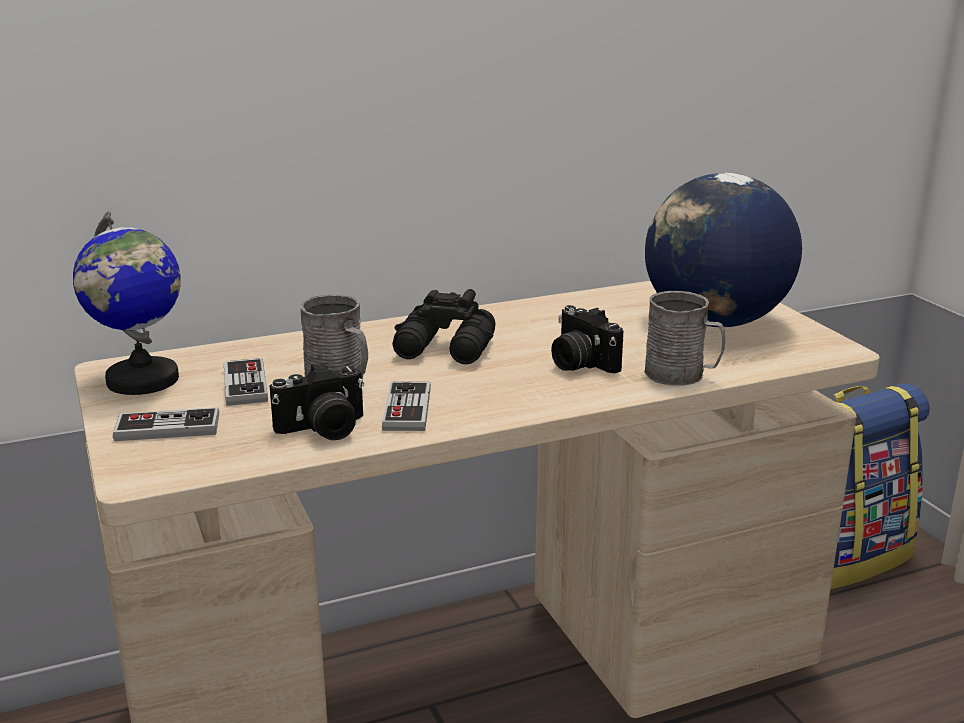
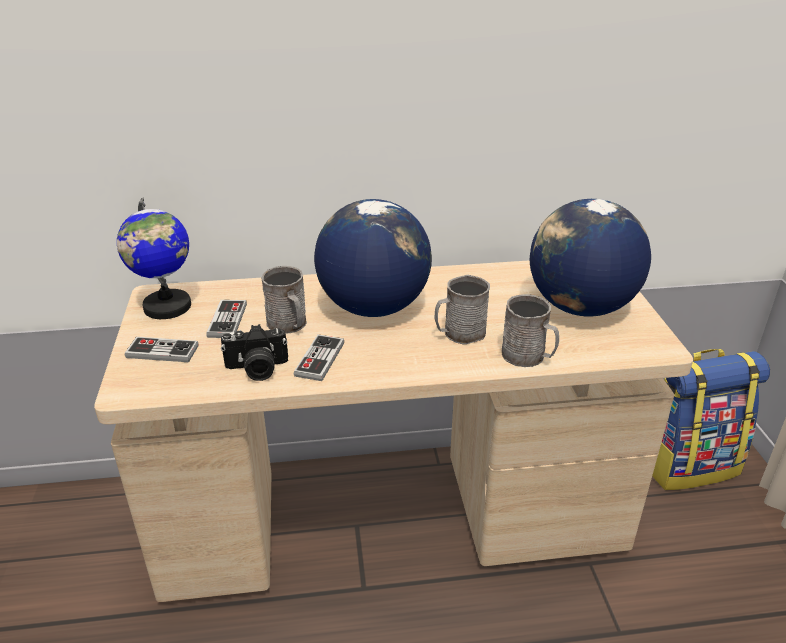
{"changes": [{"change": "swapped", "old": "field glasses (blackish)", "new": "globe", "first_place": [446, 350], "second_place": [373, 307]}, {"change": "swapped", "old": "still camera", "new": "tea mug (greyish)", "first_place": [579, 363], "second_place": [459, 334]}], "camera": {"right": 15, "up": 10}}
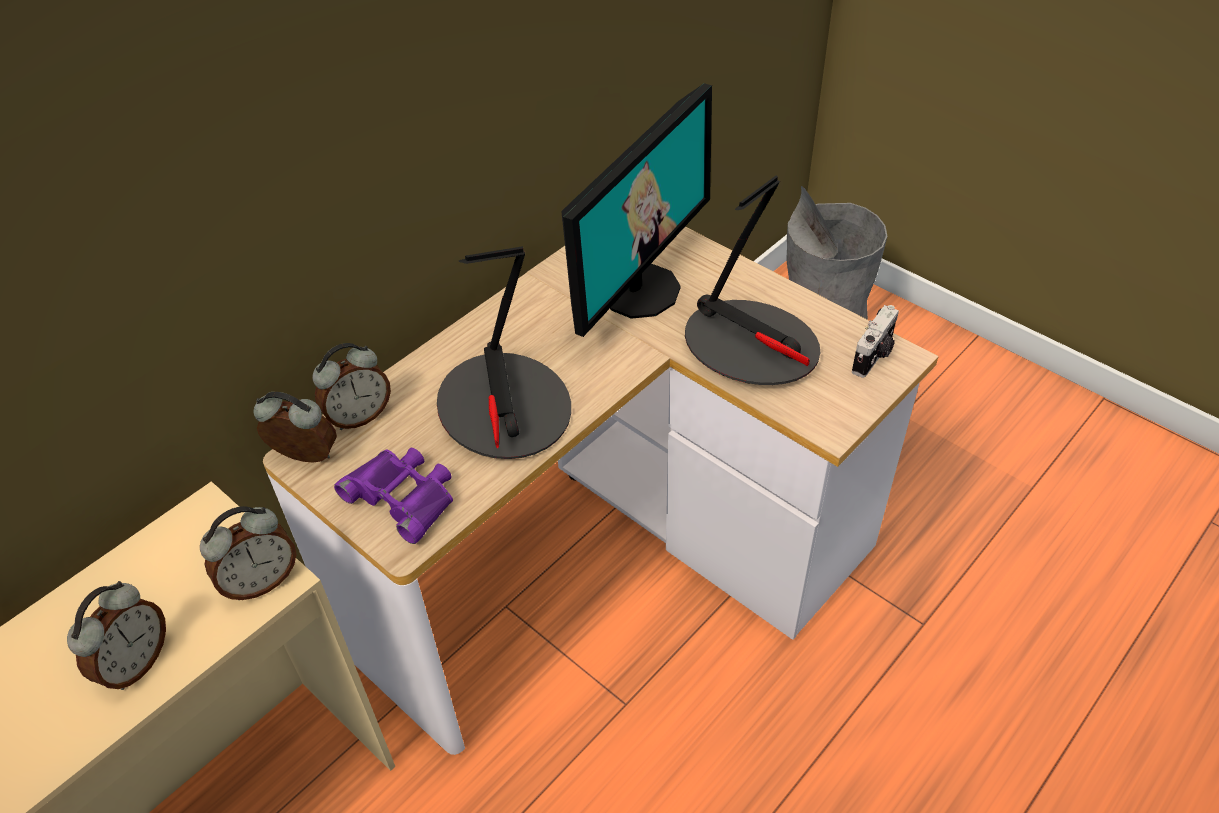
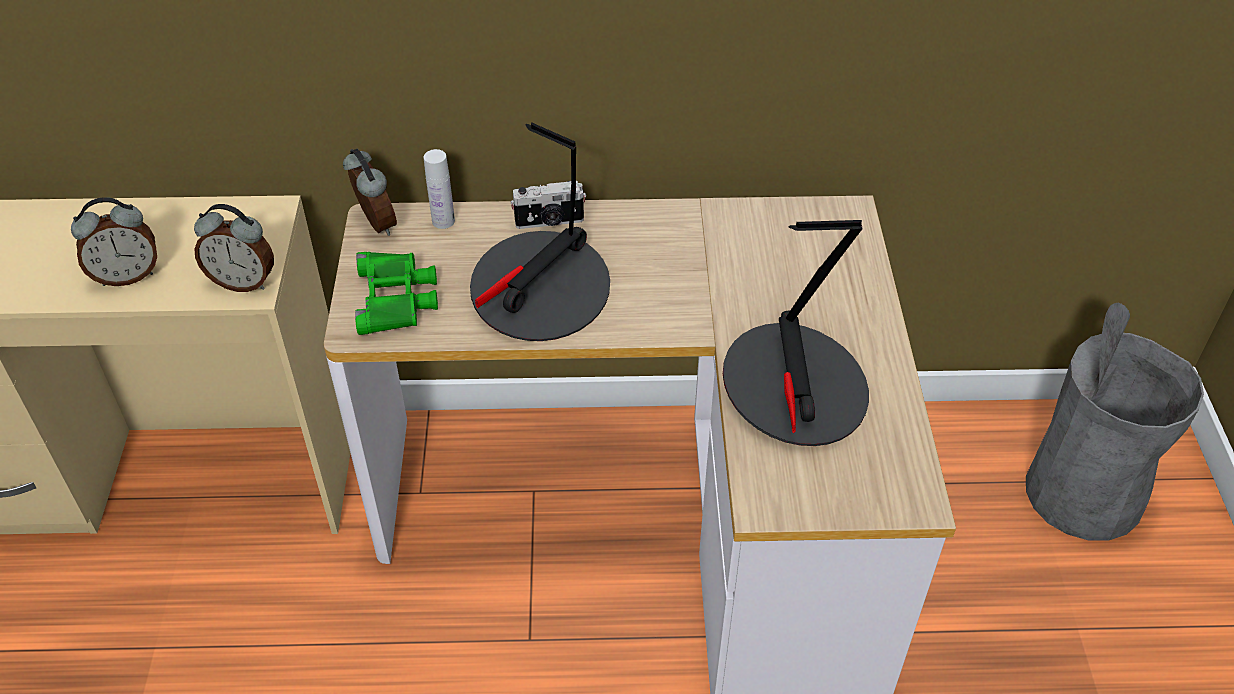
{"changes": [{"change": "repainted", "old": "field glasses (purple)", "new": "field glasses (green)", "first_place": [403, 496], "second_place": [396, 298]}, {"change": "swapped", "old": "alarm clock", "new": "beverage bottle (white-coloured)", "first_place": [359, 416], "second_place": [443, 221]}, {"change": "shifted", "old": "still camera", "first_place": [874, 356], "second_place": [549, 222]}, {"change": "gone", "old": "monitor", "first_place": [640, 290]}], "camera": {"right": 45, "up": 0}}
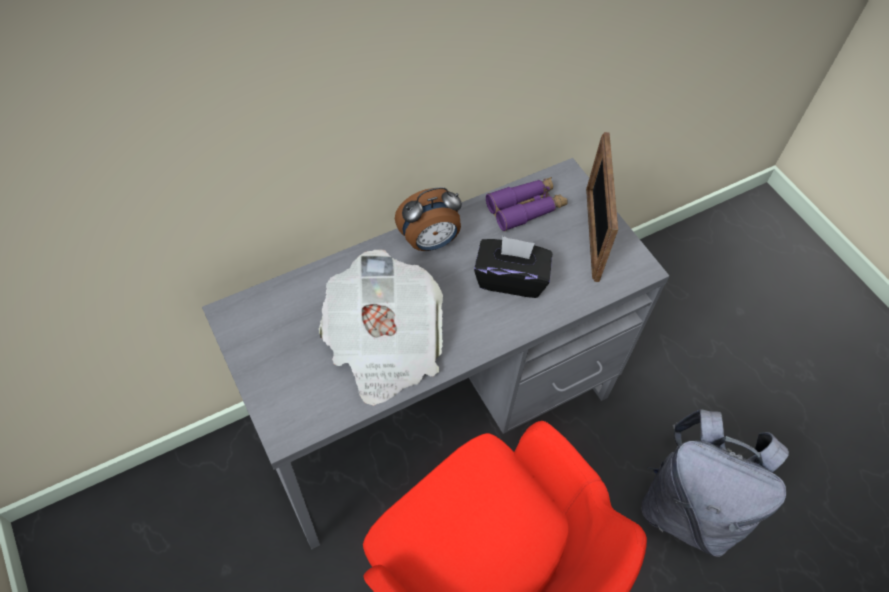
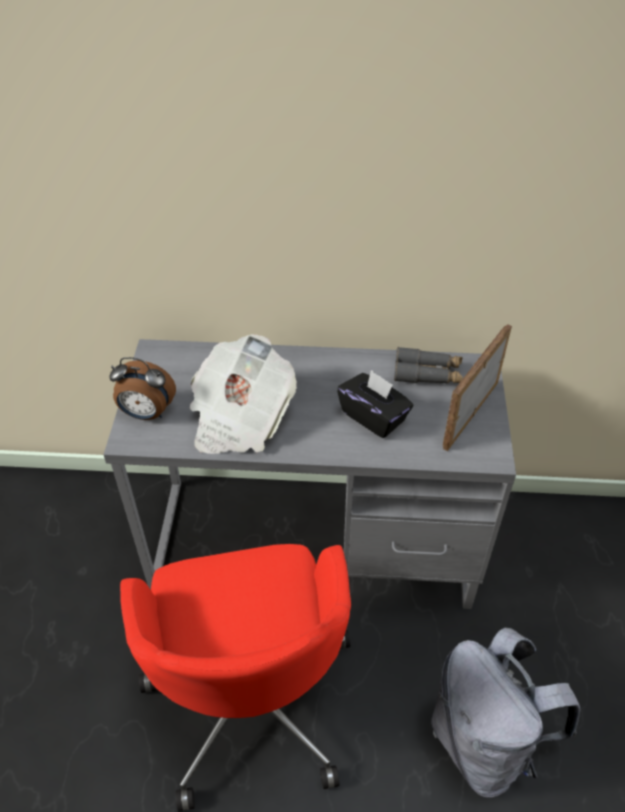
{"changes": [{"change": "shifted", "old": "alarm clock", "first_place": [430, 242], "second_place": [146, 413]}, {"change": "repainted", "old": "field glasses (purple)", "new": "field glasses (greyish)", "first_place": [526, 208], "second_place": [427, 373]}], "camera": {"right": 35, "up": -10}}
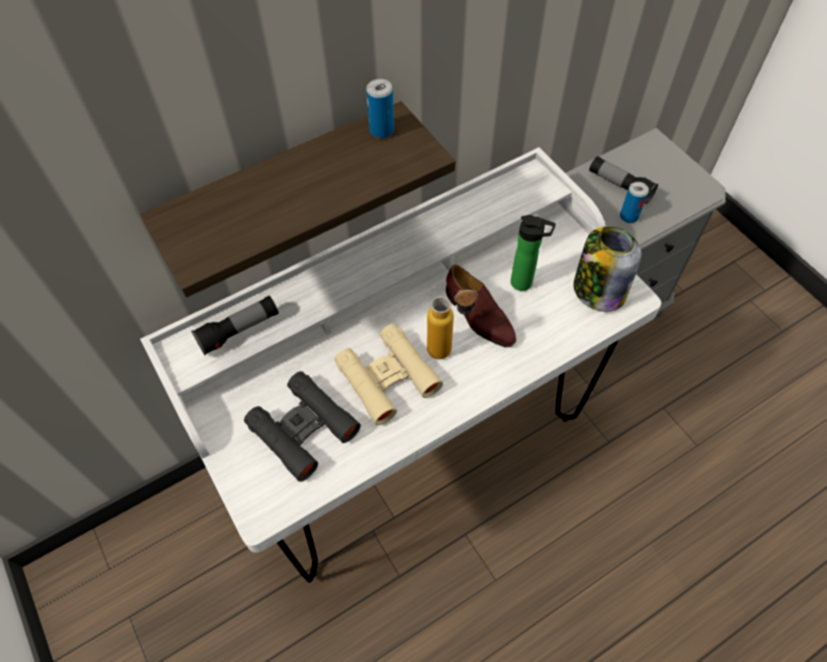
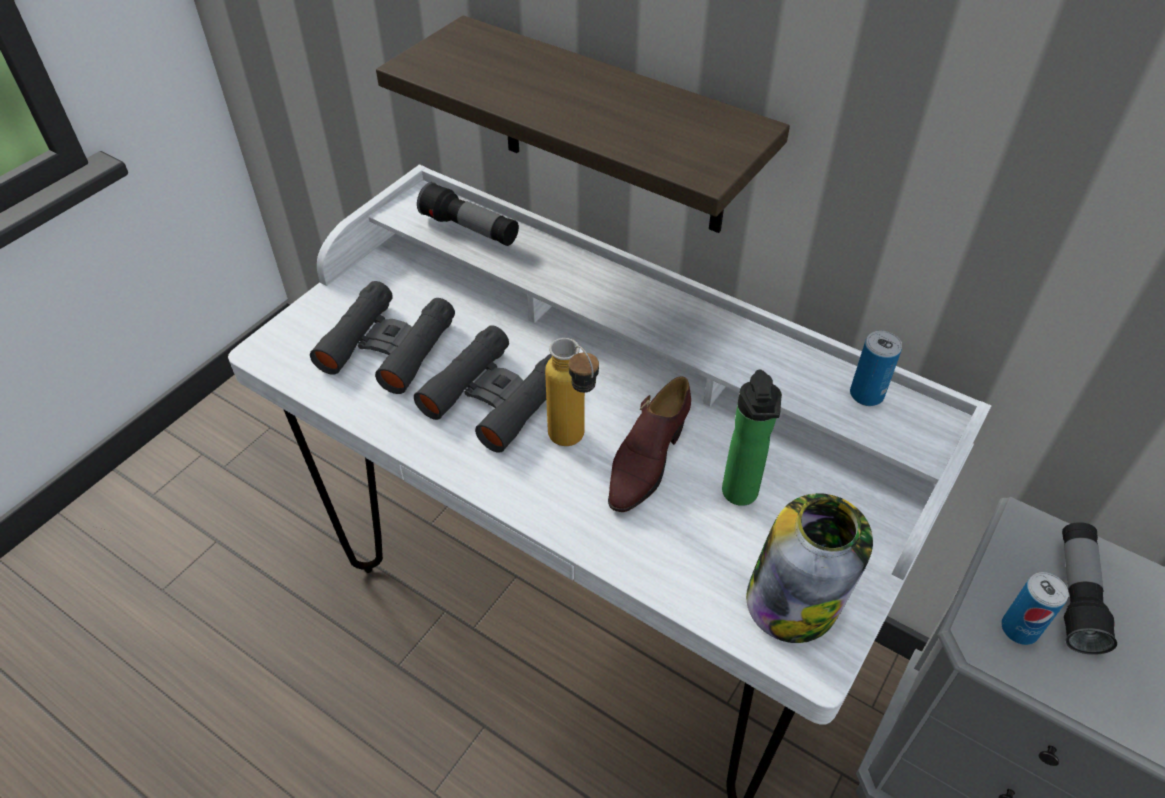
{"changes": [{"change": "repainted", "old": "field glasses (sand-coloured)", "new": "field glasses (blackish)", "first_place": [388, 378], "second_place": [495, 397]}, {"change": "shifted", "old": "can", "first_place": [382, 130], "second_place": [866, 394]}], "camera": {"right": 65, "up": -10}}
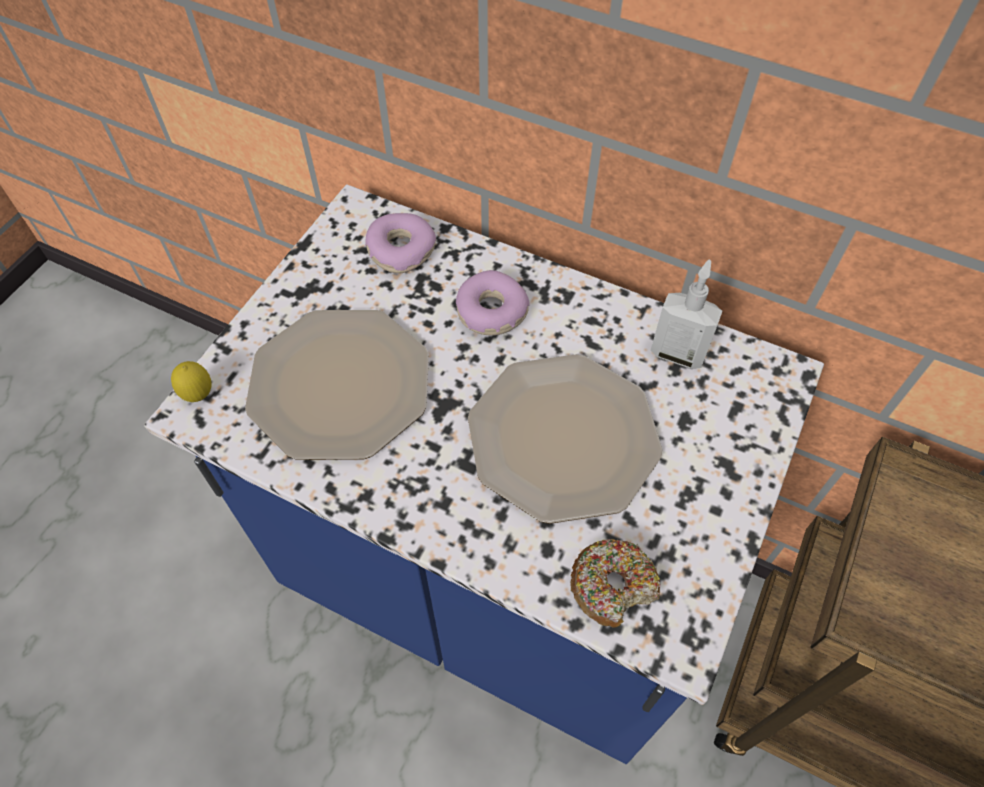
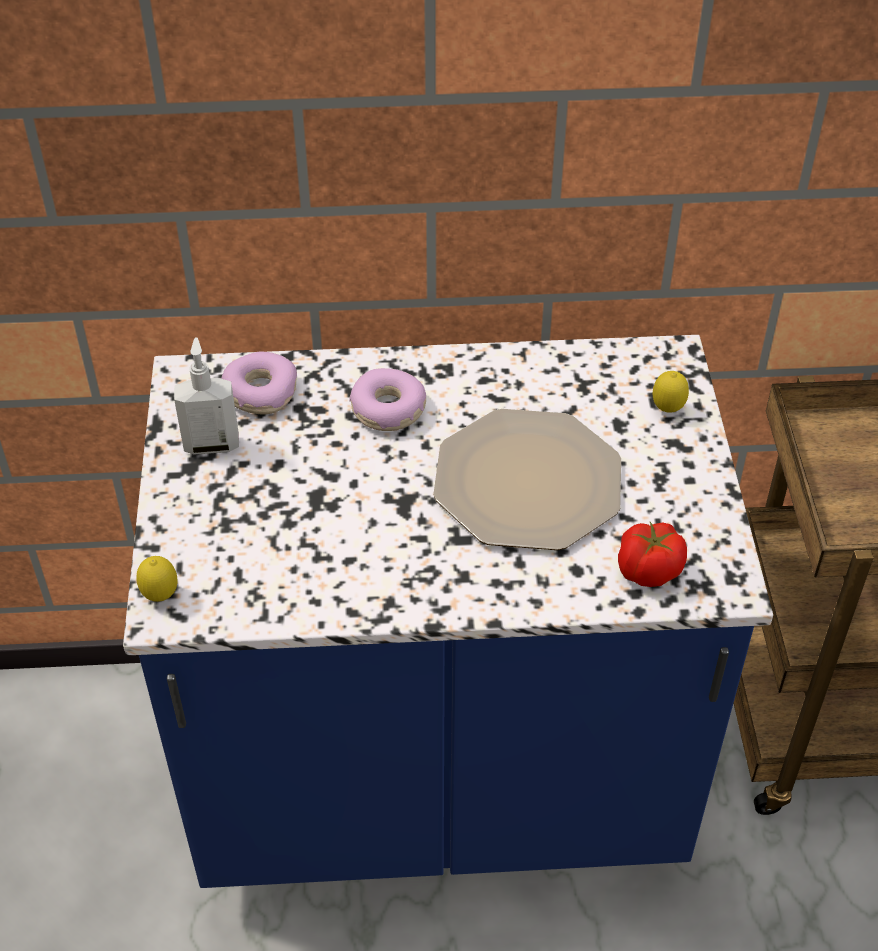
{"changes": [{"change": "shifted", "old": "soap dispenser", "first_place": [677, 353], "second_place": [212, 444]}, {"change": "swapped", "old": "ring doughnut", "new": "whole tomato", "first_place": [612, 586], "second_place": [648, 571]}, {"change": "new", "new": "citrus fruit", "second_place": [667, 410]}, {"change": "gone", "old": "dinner plate", "first_place": [340, 383]}], "camera": {"right": -30, "up": -10}}
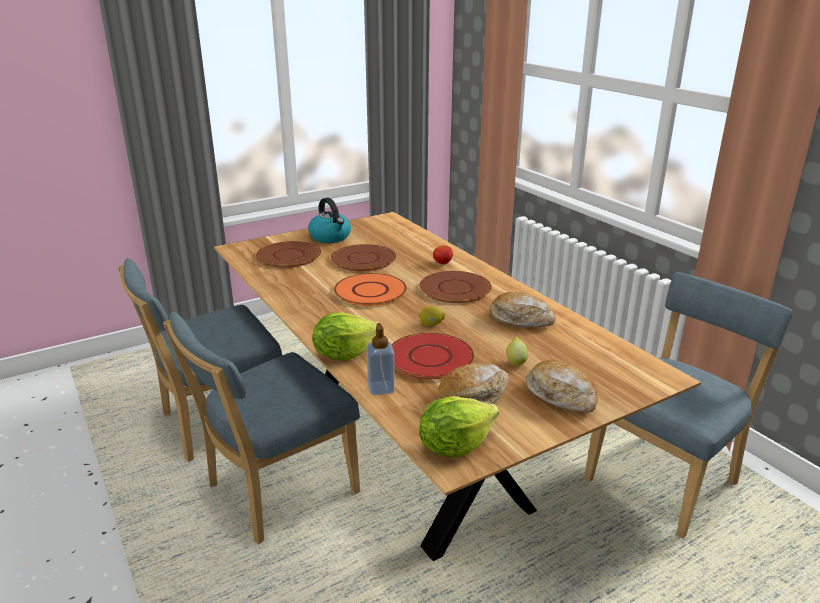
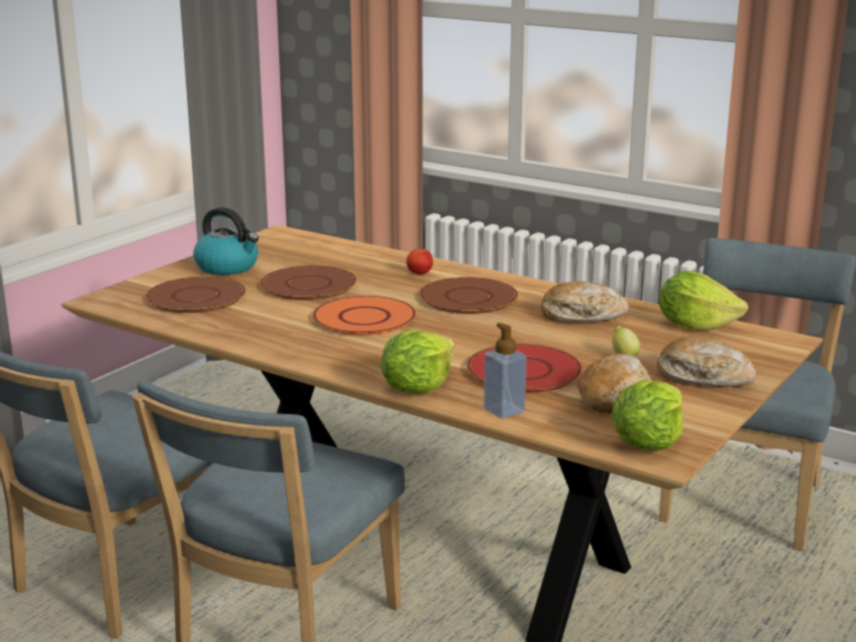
{"changes": [{"change": "new", "new": "lettuce head", "second_place": [695, 326]}, {"change": "gone", "old": "citrus fruit", "first_place": [431, 324]}], "camera": {"right": -25, "up": -5}}
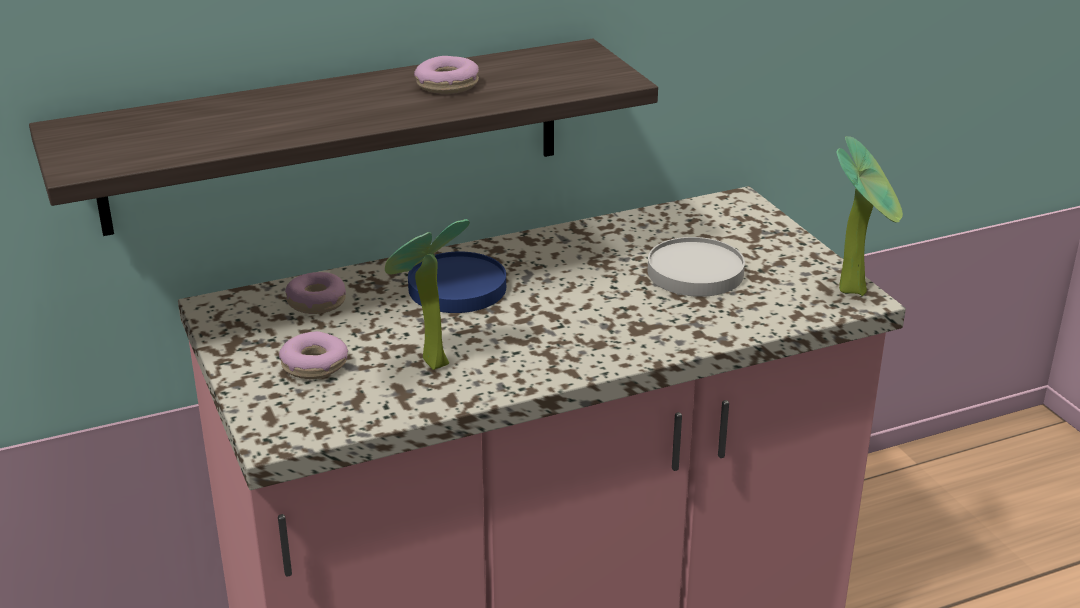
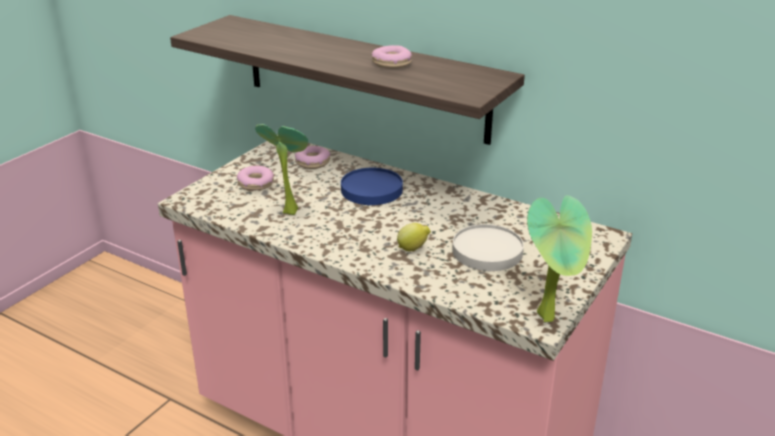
{"changes": [{"change": "new", "new": "citrus fruit", "second_place": [413, 249]}], "camera": {"right": 55, "up": 0}}
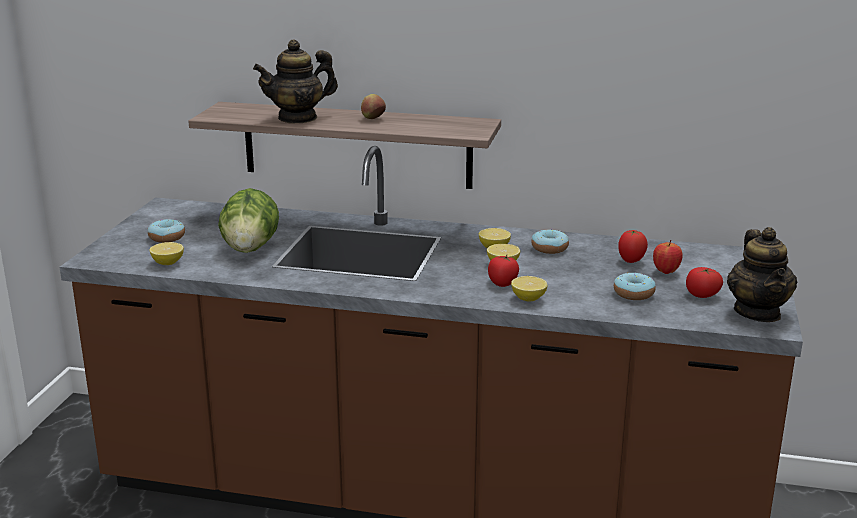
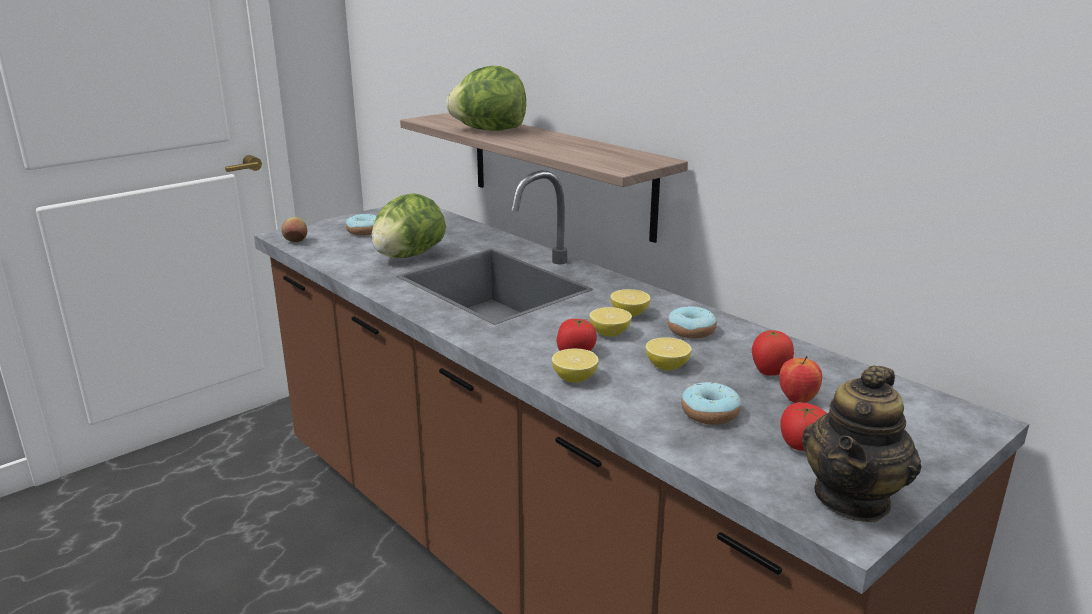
{"changes": [{"change": "shifted", "old": "whole apple", "first_place": [373, 119], "second_place": [296, 242]}, {"change": "swapped", "old": "pot for tea", "new": "lettuce head", "first_place": [298, 118], "second_place": [489, 130]}, {"change": "shifted", "old": "citrus fruit", "first_place": [168, 263], "second_place": [667, 366]}], "camera": {"right": 35, "up": 0}}
